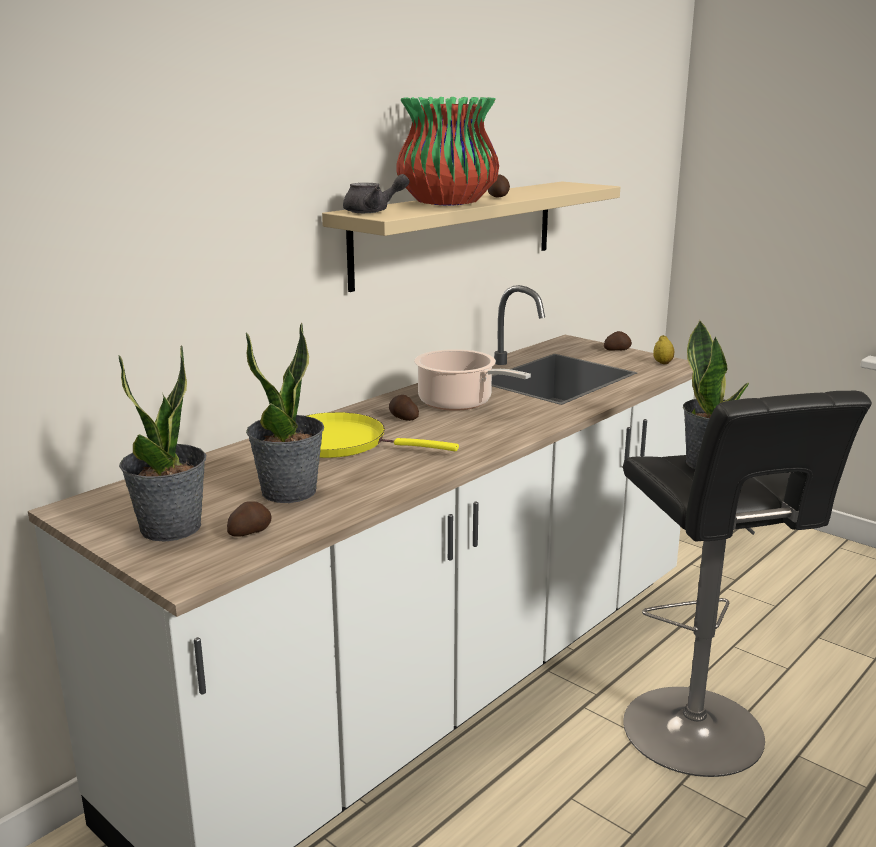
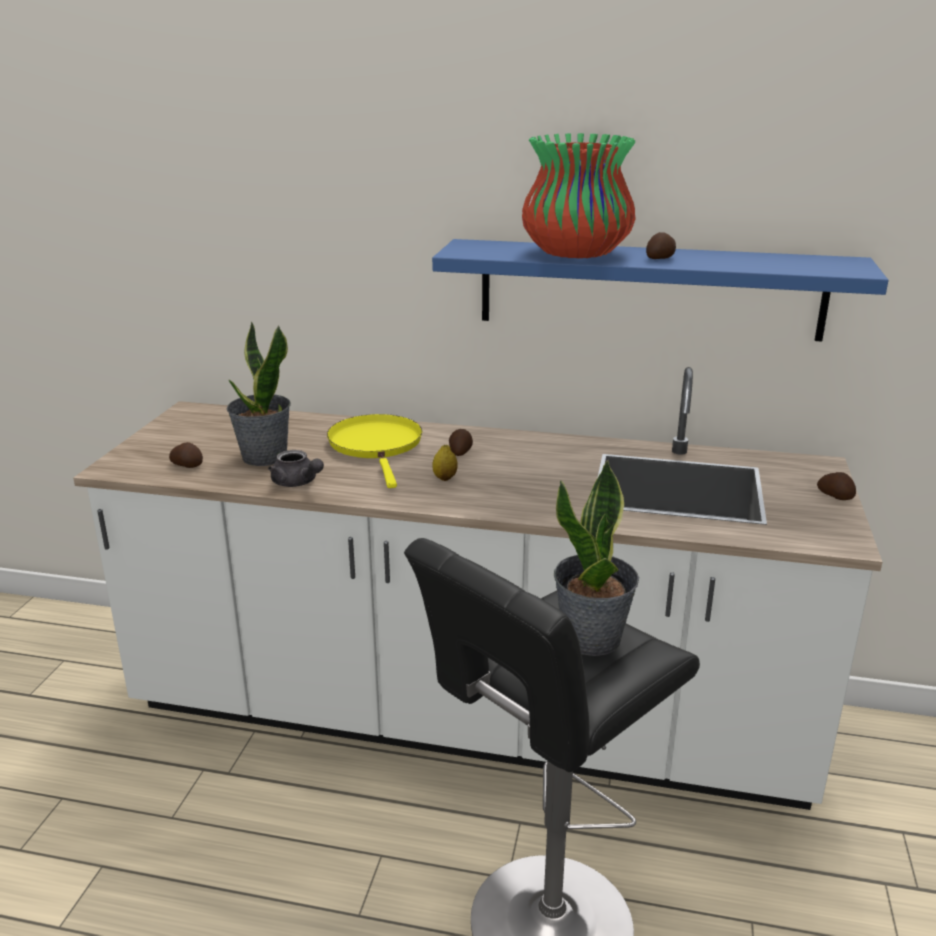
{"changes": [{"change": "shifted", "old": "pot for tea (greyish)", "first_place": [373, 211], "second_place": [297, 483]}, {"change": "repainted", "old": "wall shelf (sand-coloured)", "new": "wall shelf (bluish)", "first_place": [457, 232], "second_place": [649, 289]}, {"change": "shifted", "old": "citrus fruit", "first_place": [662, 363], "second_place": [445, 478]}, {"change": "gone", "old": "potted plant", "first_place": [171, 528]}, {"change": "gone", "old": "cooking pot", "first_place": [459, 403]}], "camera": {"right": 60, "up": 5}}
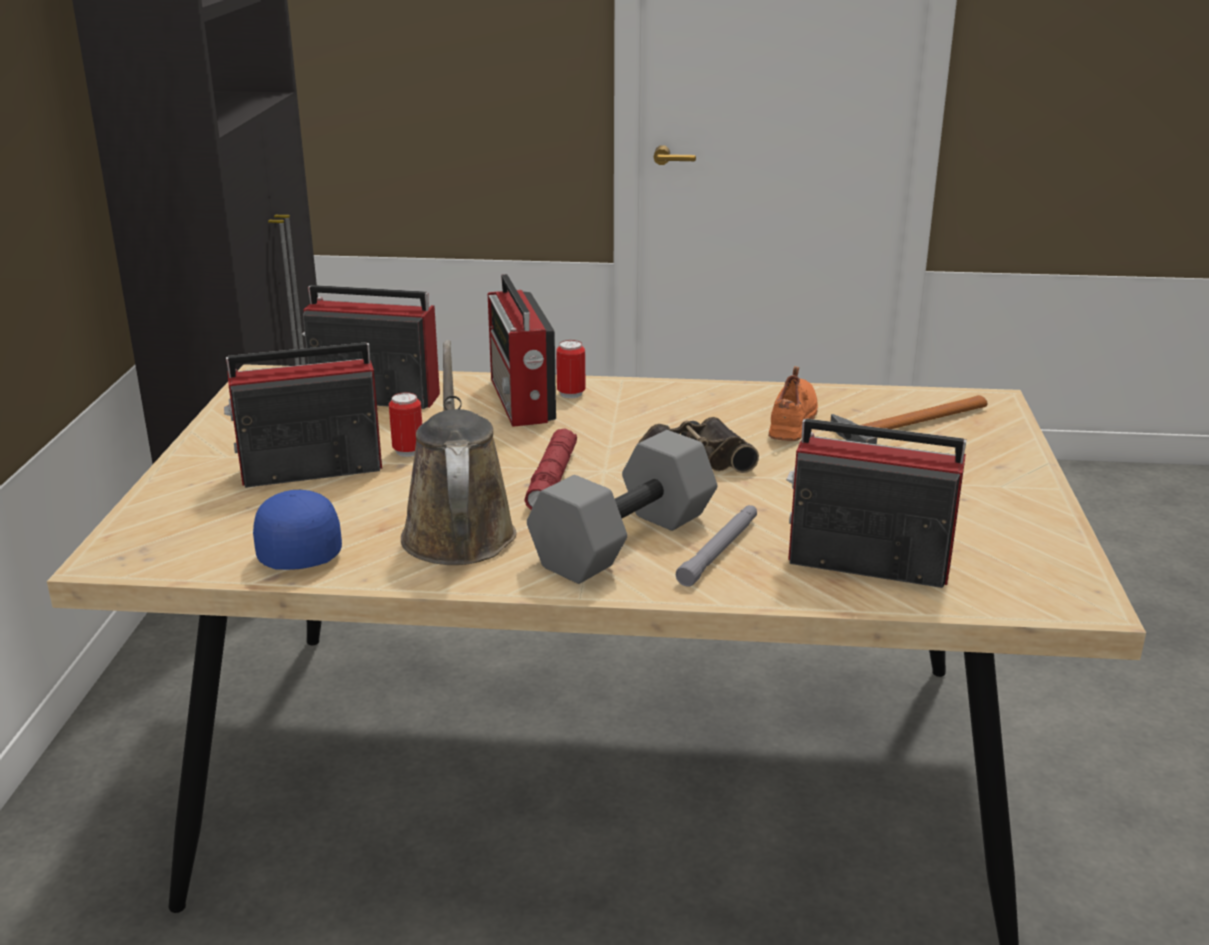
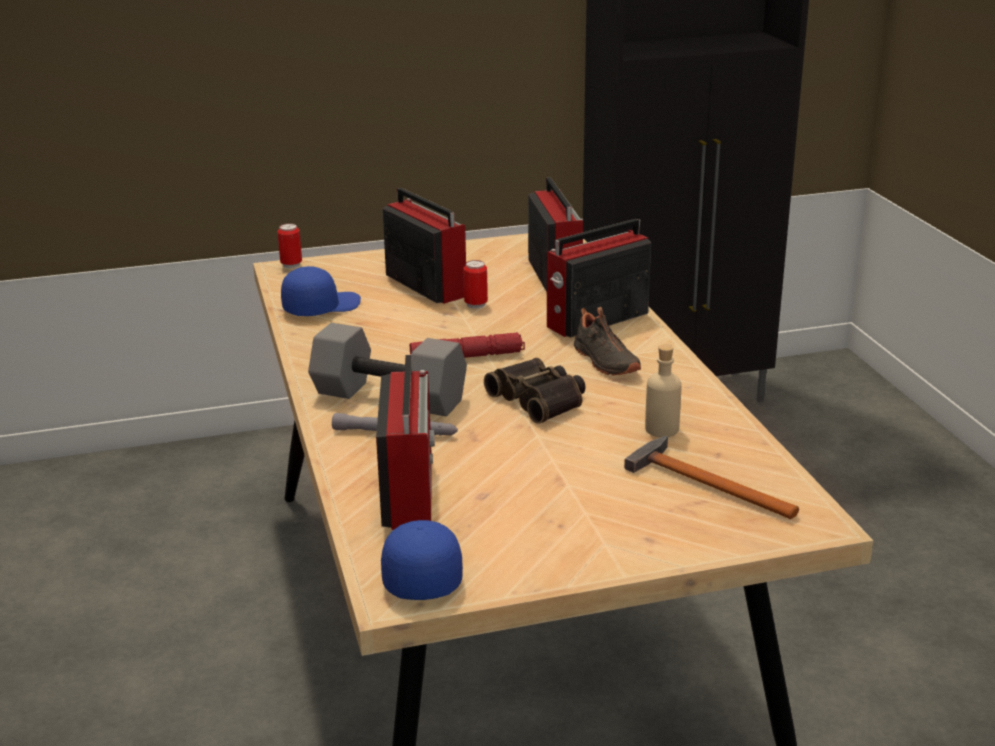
{"changes": [{"change": "shifted", "old": "can", "first_place": [571, 394], "second_place": [291, 265]}, {"change": "new", "new": "peaked cap (bluish)", "second_place": [420, 573]}, {"change": "new", "new": "low shoe (blackish)", "second_place": [604, 362]}, {"change": "swapped", "old": "low shoe (orange)", "new": "beverage bottle (sand-coloured)", "first_place": [794, 421], "second_place": [661, 429]}, {"change": "gone", "old": "watering can (brown)", "first_place": [458, 530]}], "camera": {"right": 70, "up": 0}}
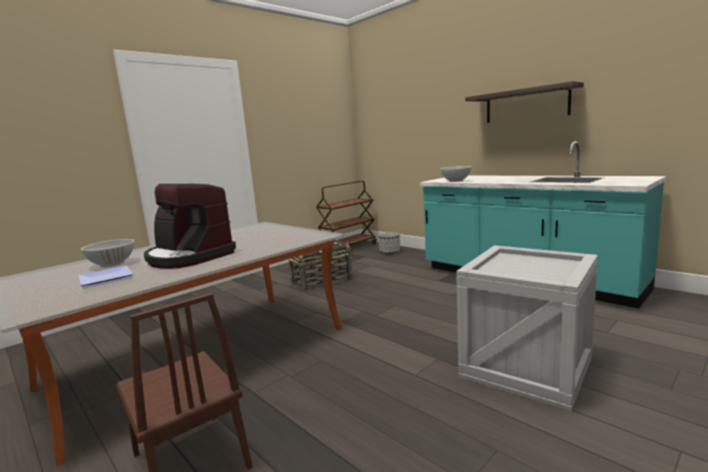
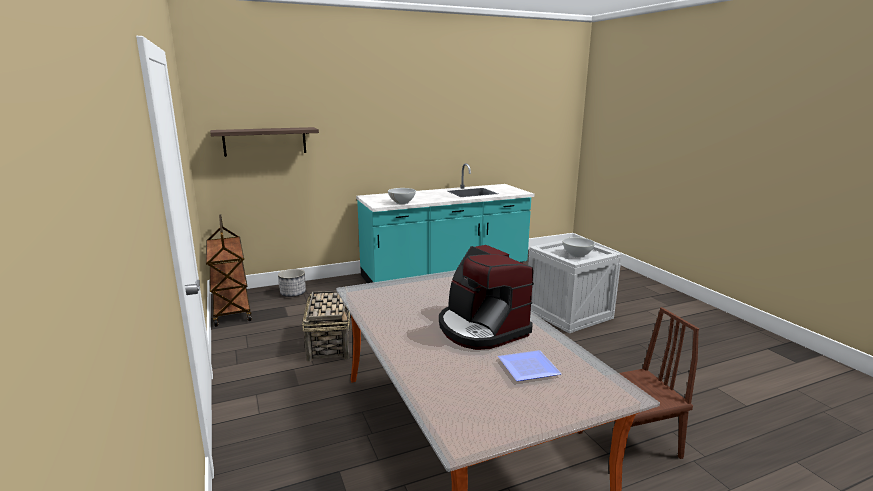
{"changes": [{"change": "shifted", "old": "wall shelf", "first_place": [526, 105], "second_place": [265, 141]}, {"change": "rotated", "old": "coffee machine", "first_place": [189, 257], "second_place": [481, 328], "degrees": 90}, {"change": "shifted", "old": "bowl (white-coloured)", "first_place": [112, 264], "second_place": [577, 255]}], "camera": {"right": -70, "up": 5}}
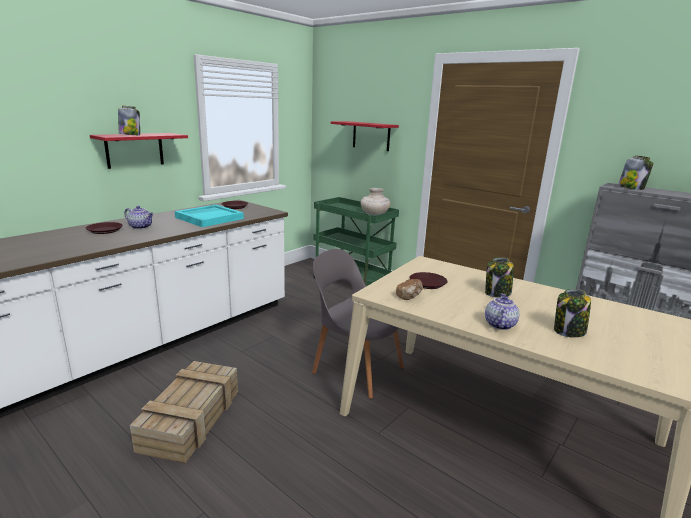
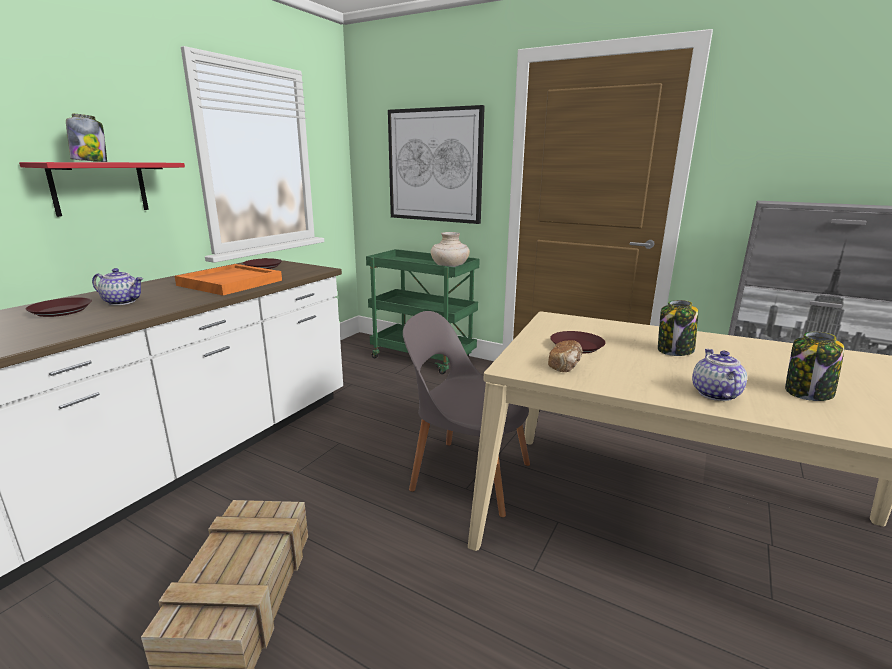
{"changes": [{"change": "repainted", "old": "carrying tray (blue-green)", "new": "carrying tray (orange)", "first_place": [209, 218], "second_place": [230, 282]}, {"change": "swapped", "old": "wall shelf (red-coloured)", "new": "picture", "first_place": [371, 136], "second_place": [434, 166]}, {"change": "gone", "old": "jar", "first_place": [631, 188]}], "camera": {"right": -10, "up": 0}}
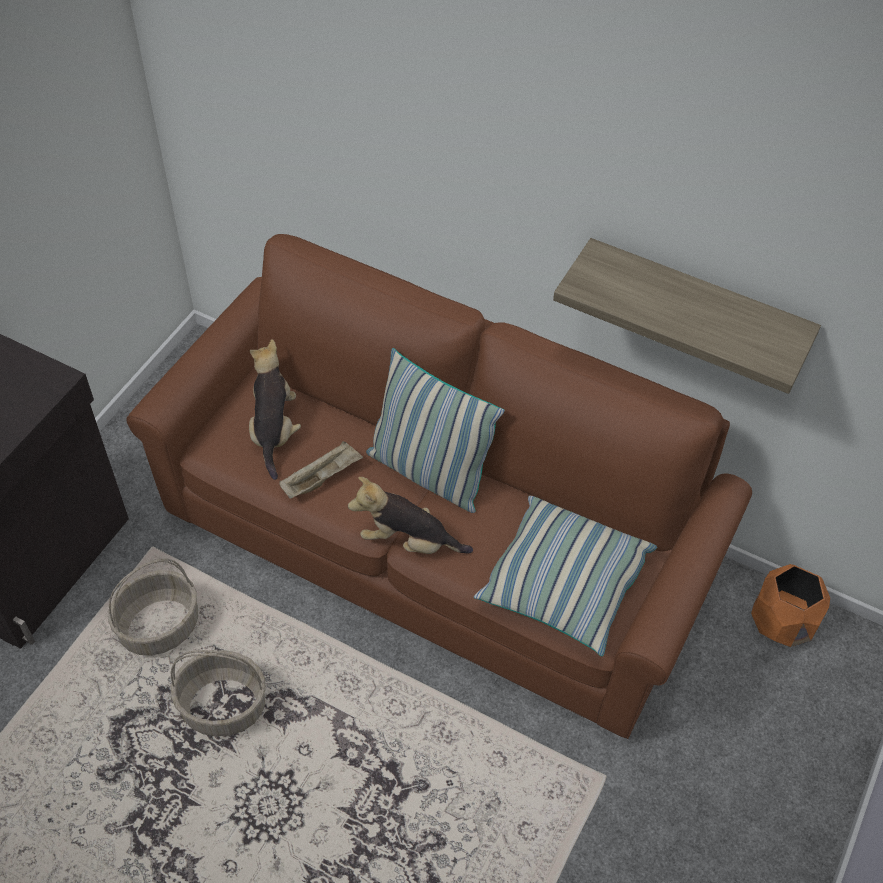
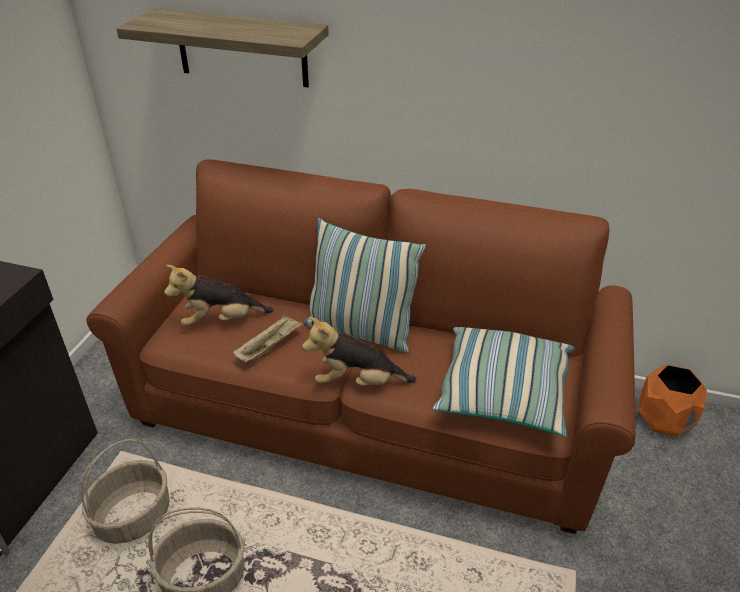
{"changes": [{"change": "shifted", "old": "wall shelf", "first_place": [695, 308], "second_place": [241, 48]}, {"change": "rotated", "old": "soft toy", "first_place": [274, 430], "second_place": [221, 320], "degrees": -90}], "camera": {"right": -10, "up": -15}}
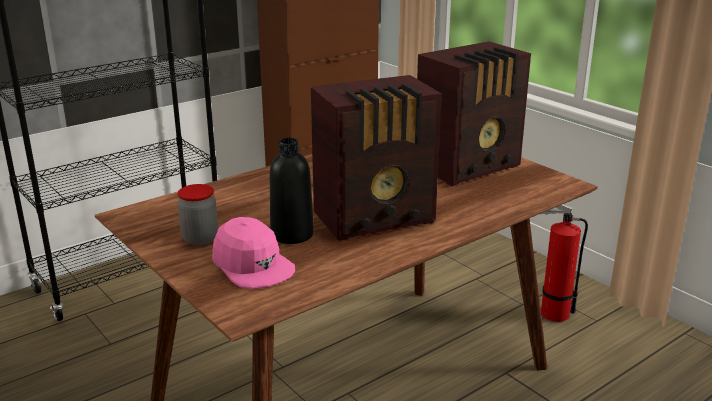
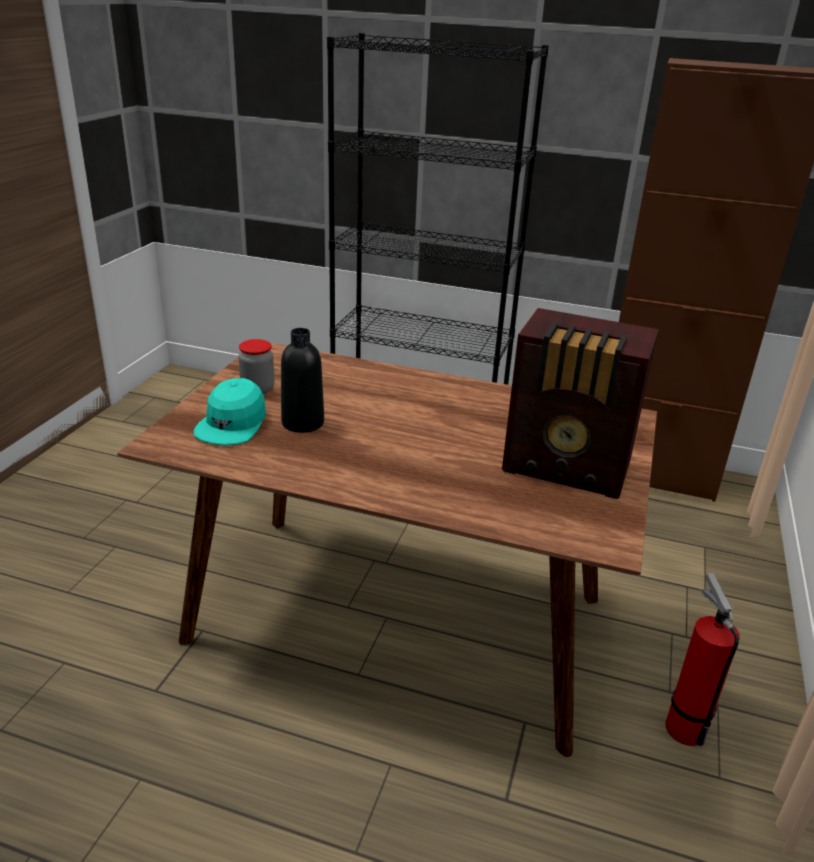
{"changes": [{"change": "repainted", "old": "peaked cap (pinkish)", "new": "peaked cap (blue-green)", "first_place": [252, 266], "second_place": [232, 424]}, {"change": "gone", "old": "radio set", "first_place": [377, 218]}], "camera": {"right": 55, "up": 5}}
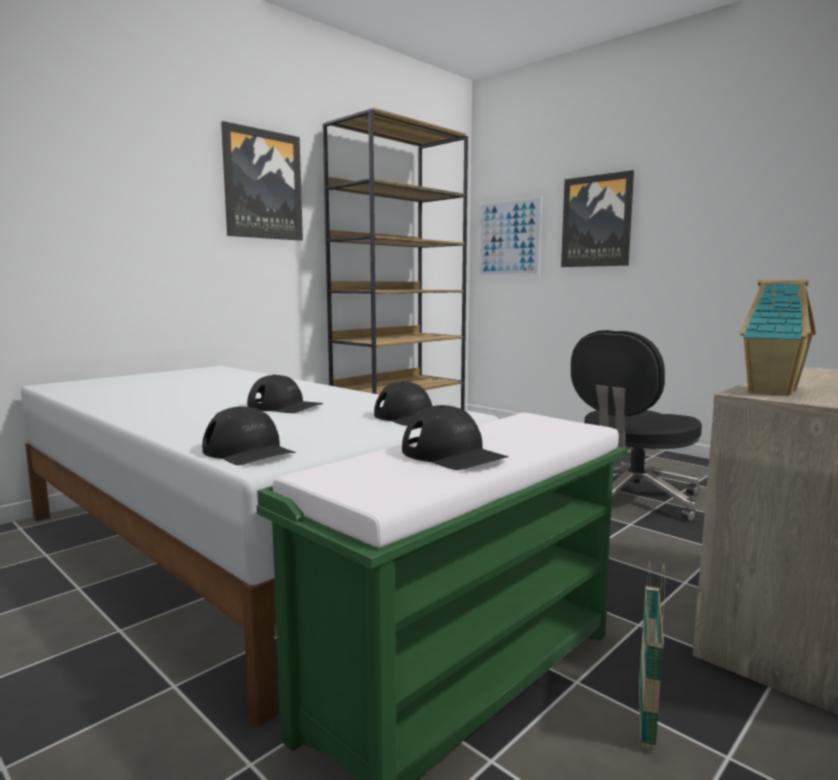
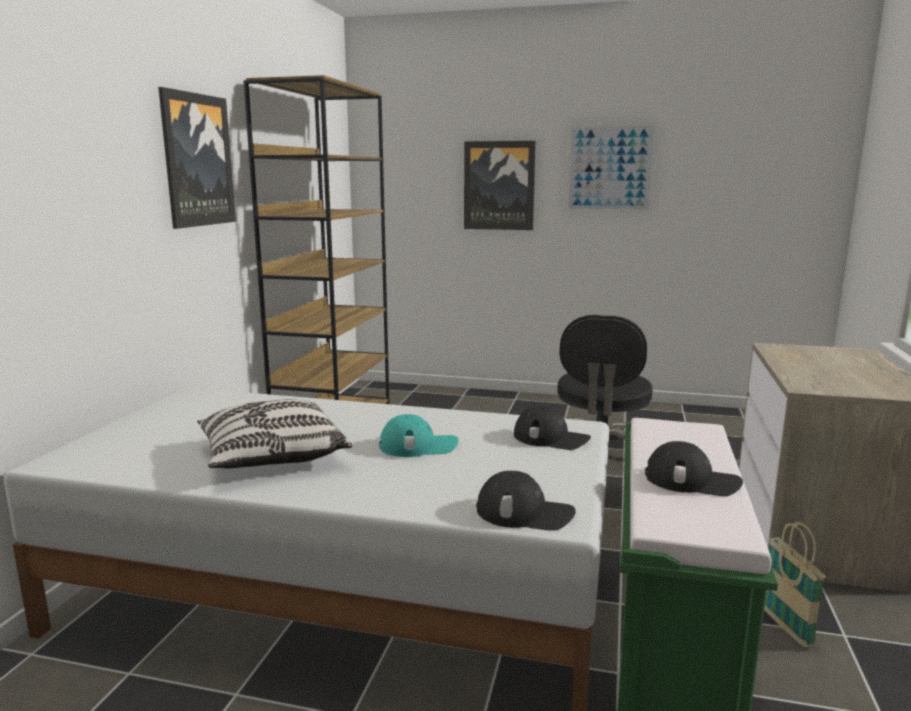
{"changes": [{"change": "new", "new": "cushion", "second_place": [272, 457]}, {"change": "repainted", "old": "peaked cap (blackish)", "new": "peaked cap (blue-green)", "first_place": [285, 407], "second_place": [418, 446]}, {"change": "shifted", "old": "picture", "first_place": [509, 238], "second_place": [610, 168]}, {"change": "gone", "old": "miniature house", "first_place": [773, 391]}], "camera": {"right": -30, "up": 5}}
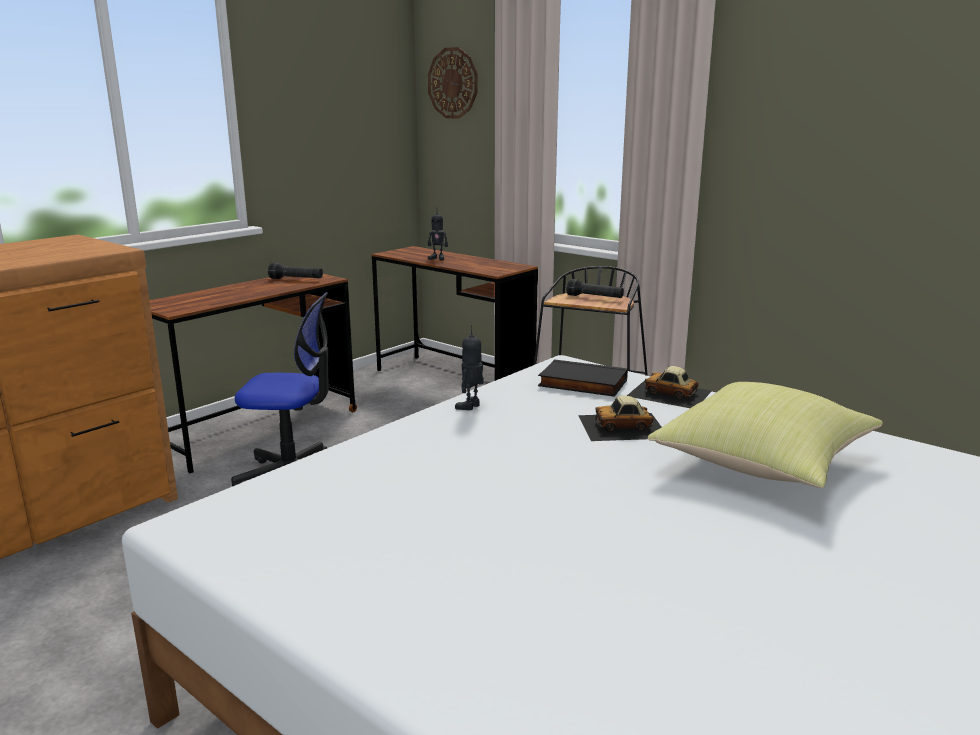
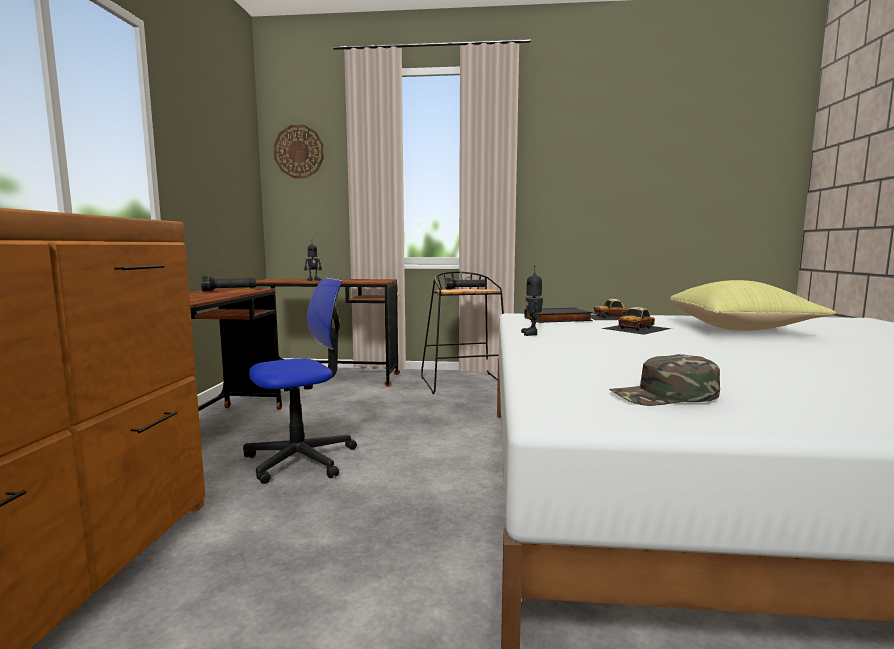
{"changes": [{"change": "new", "new": "peaked cap (green)", "second_place": [664, 395]}], "camera": {"right": -35, "up": -10}}
